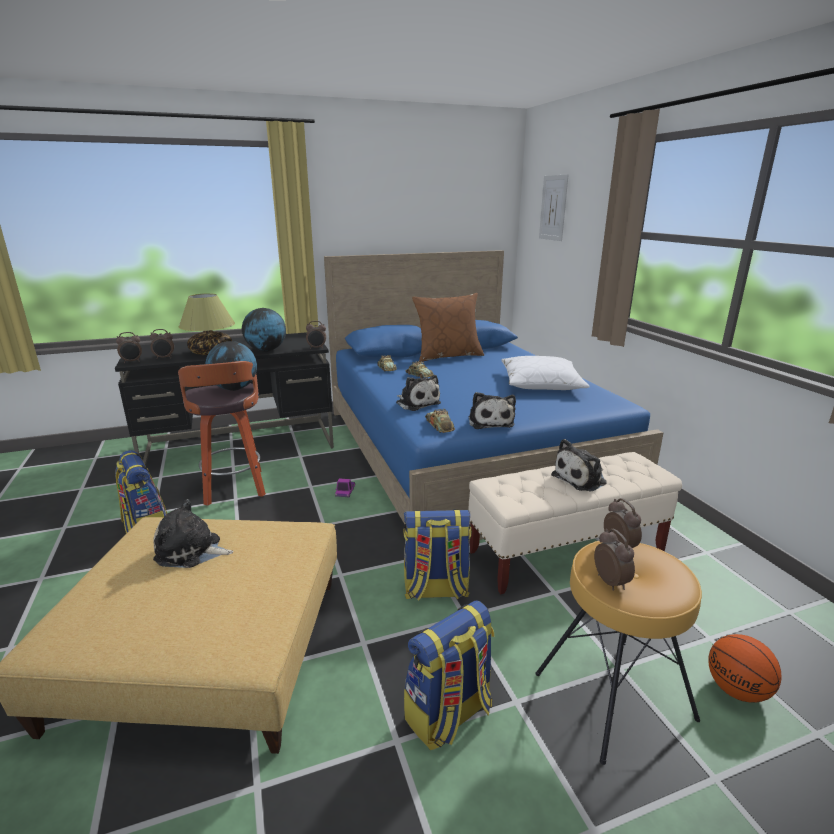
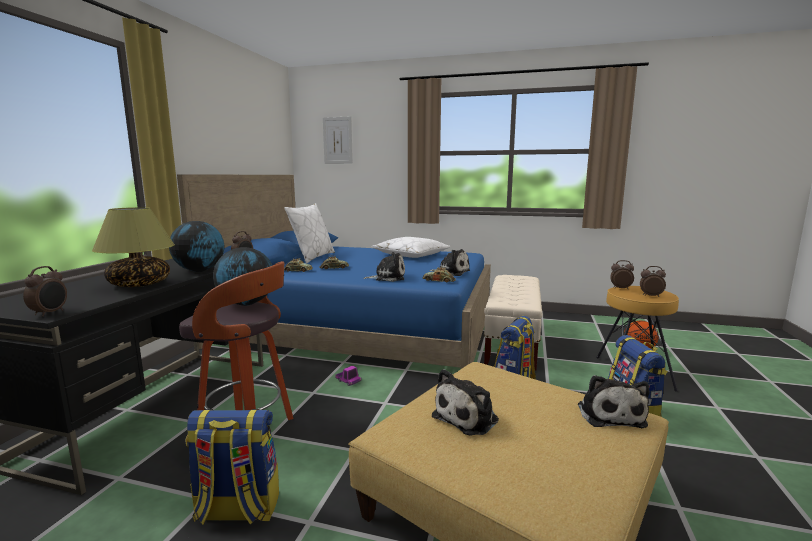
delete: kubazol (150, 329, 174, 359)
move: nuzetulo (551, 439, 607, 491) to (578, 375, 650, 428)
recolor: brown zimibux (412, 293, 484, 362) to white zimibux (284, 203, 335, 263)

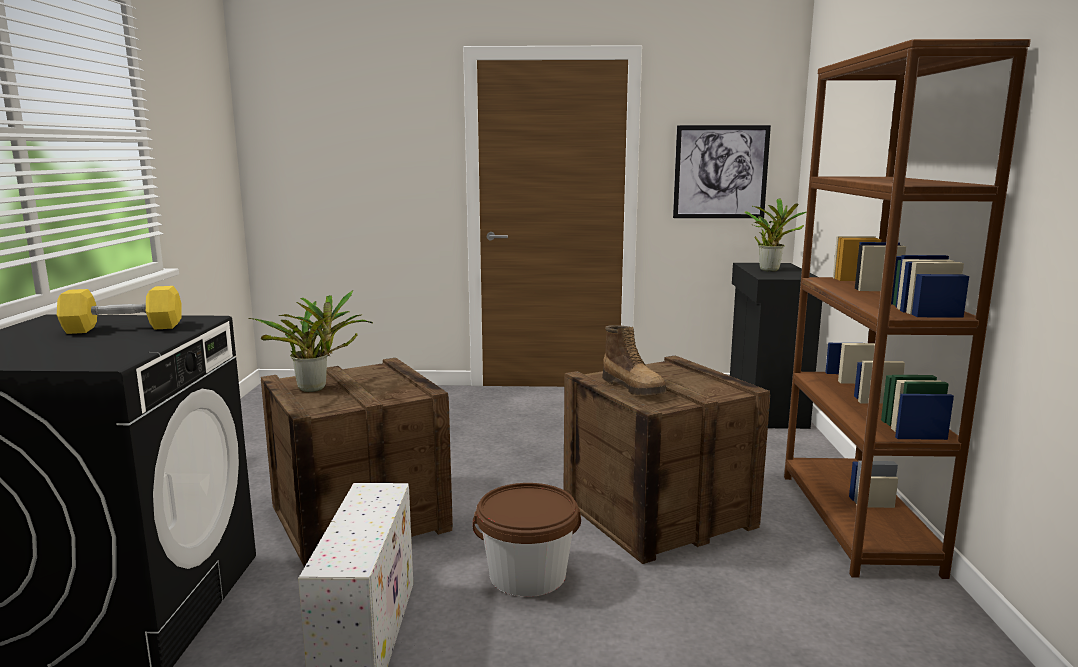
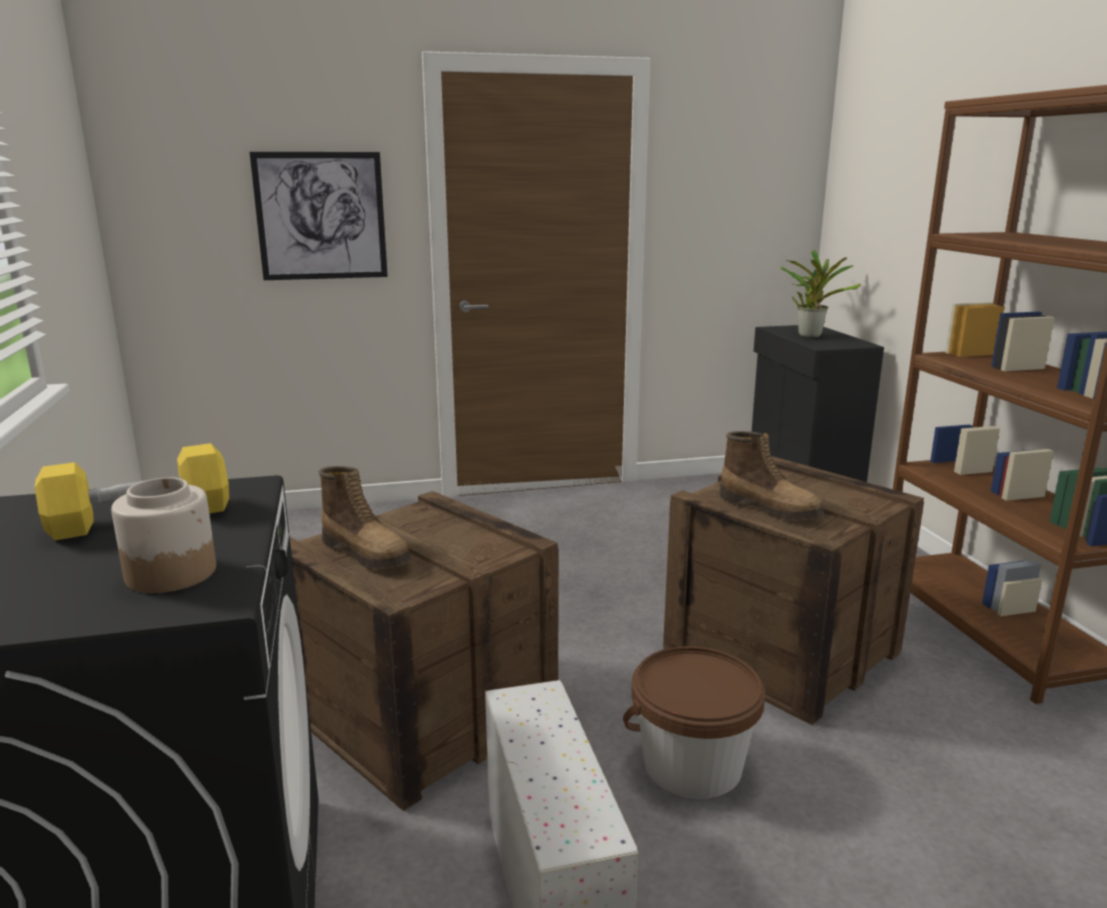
insert: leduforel (111, 478, 216, 593)
move: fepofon (673, 125, 771, 218) to (250, 152, 388, 280)
replace: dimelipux (249, 290, 373, 392) to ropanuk (319, 466, 411, 569)

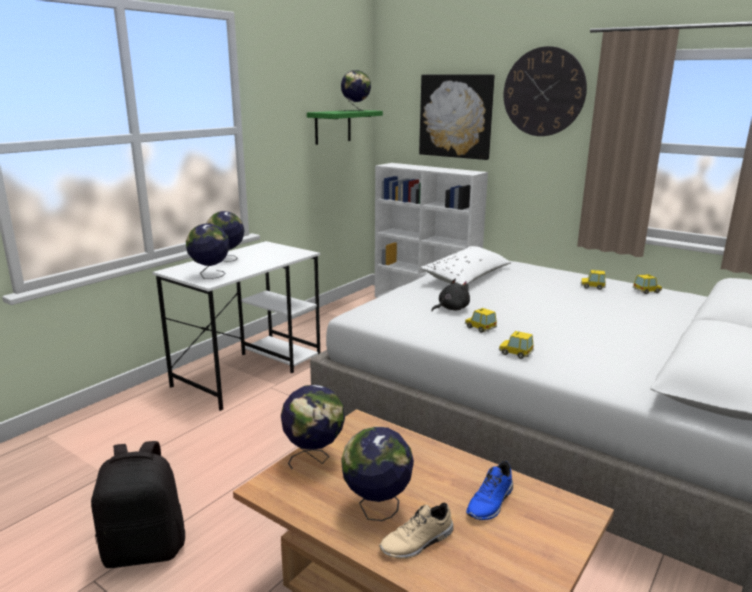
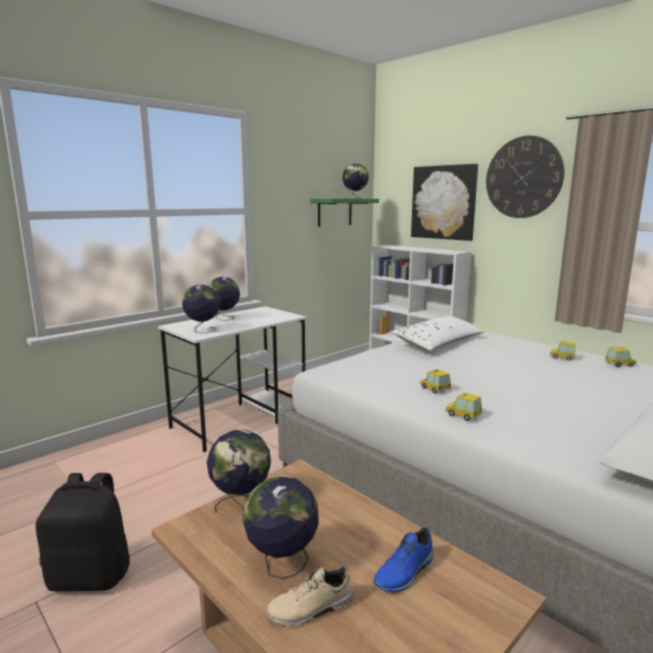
delete: black nuzetulo (432, 278, 470, 312)

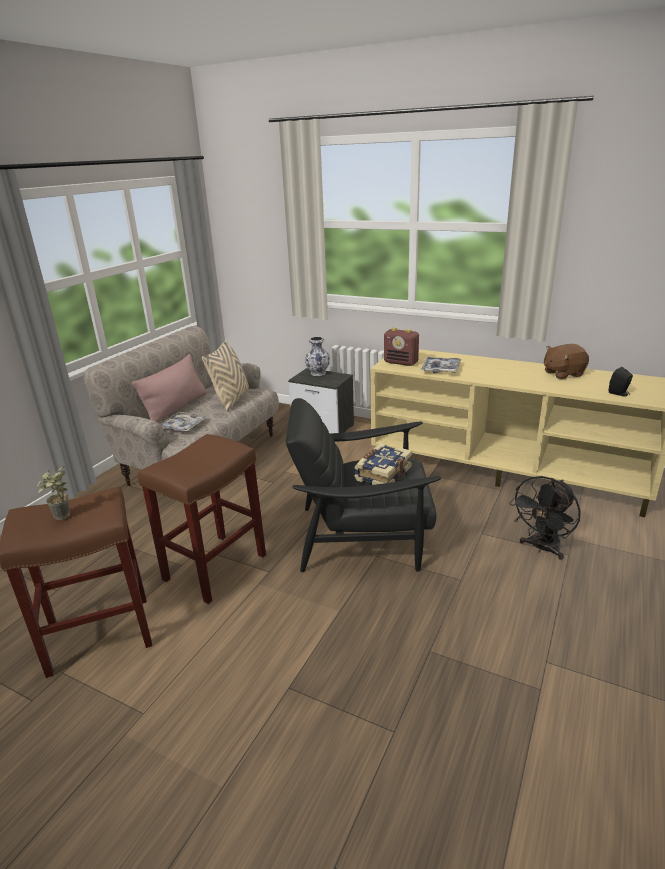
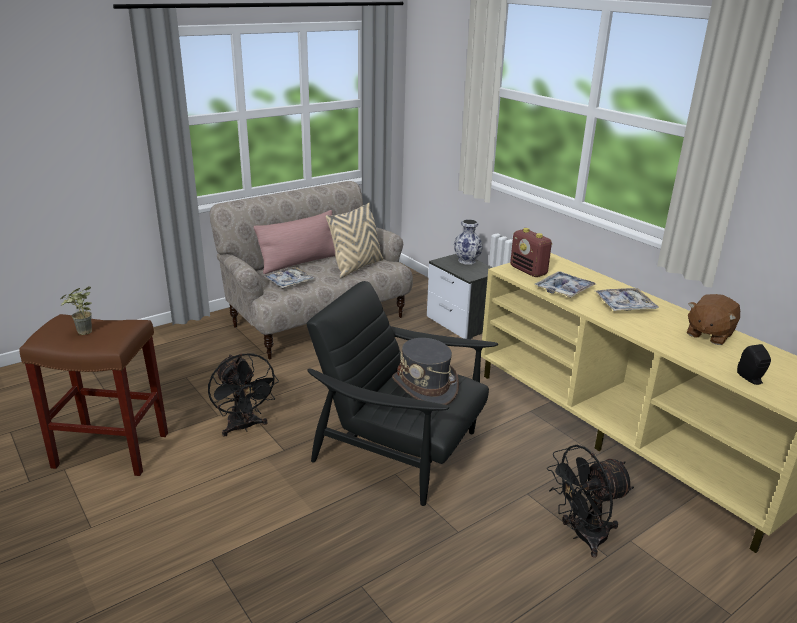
insert: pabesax (595, 288, 659, 311)
replace: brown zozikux (138, 434, 266, 604) to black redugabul (208, 353, 279, 436); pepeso (354, 443, 412, 485) to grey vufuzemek (392, 338, 459, 405)
rotate: brown nuzetulo (544, 344, 589, 379) = (687, 294, 740, 345) 60 degrees counterclockwise

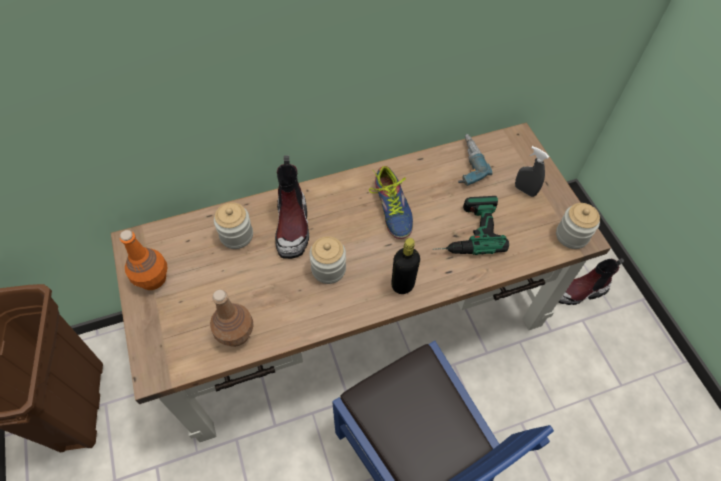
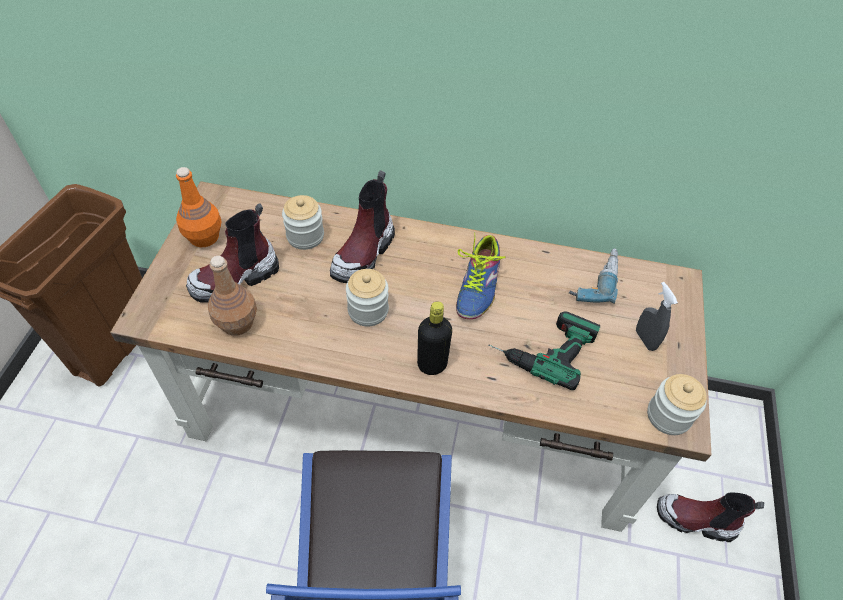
insert: ropanuk (186, 203, 279, 303)

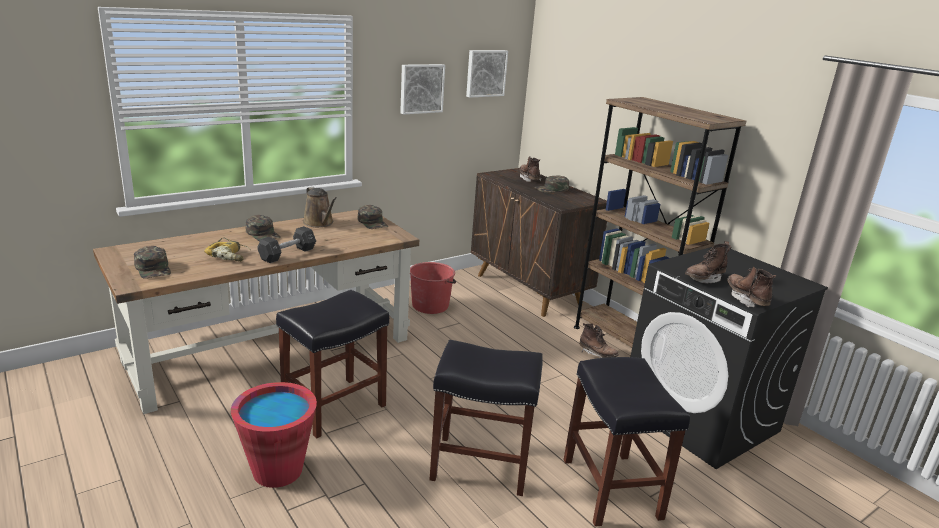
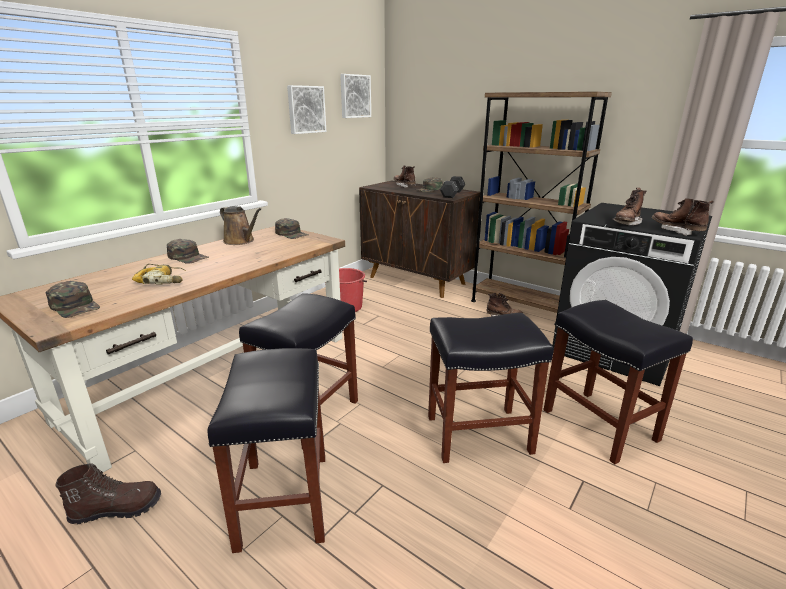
insert: brown ropanuk (56, 463, 161, 524)
move: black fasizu (257, 226, 316, 263) to (440, 176, 465, 198)
replace: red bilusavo (231, 382, 317, 488) to black zozikux (208, 348, 325, 553)

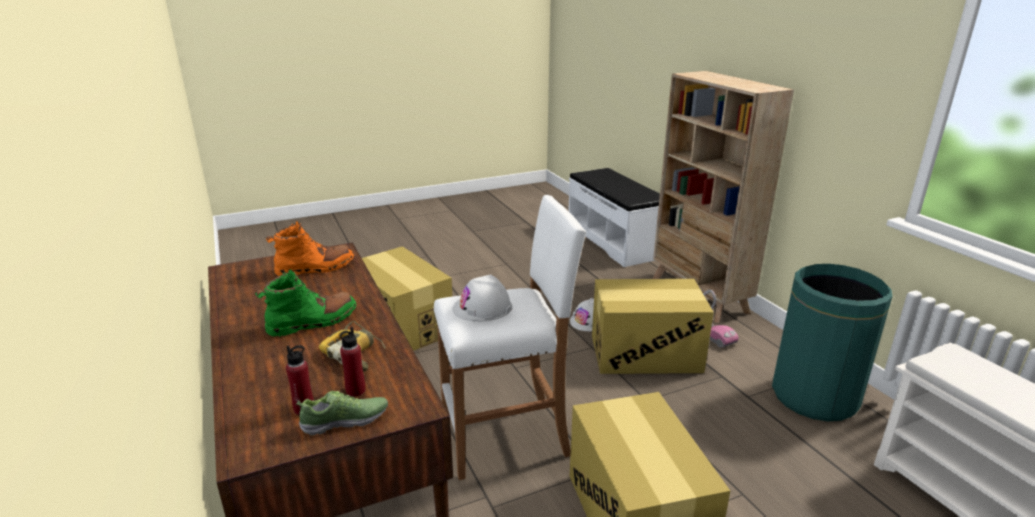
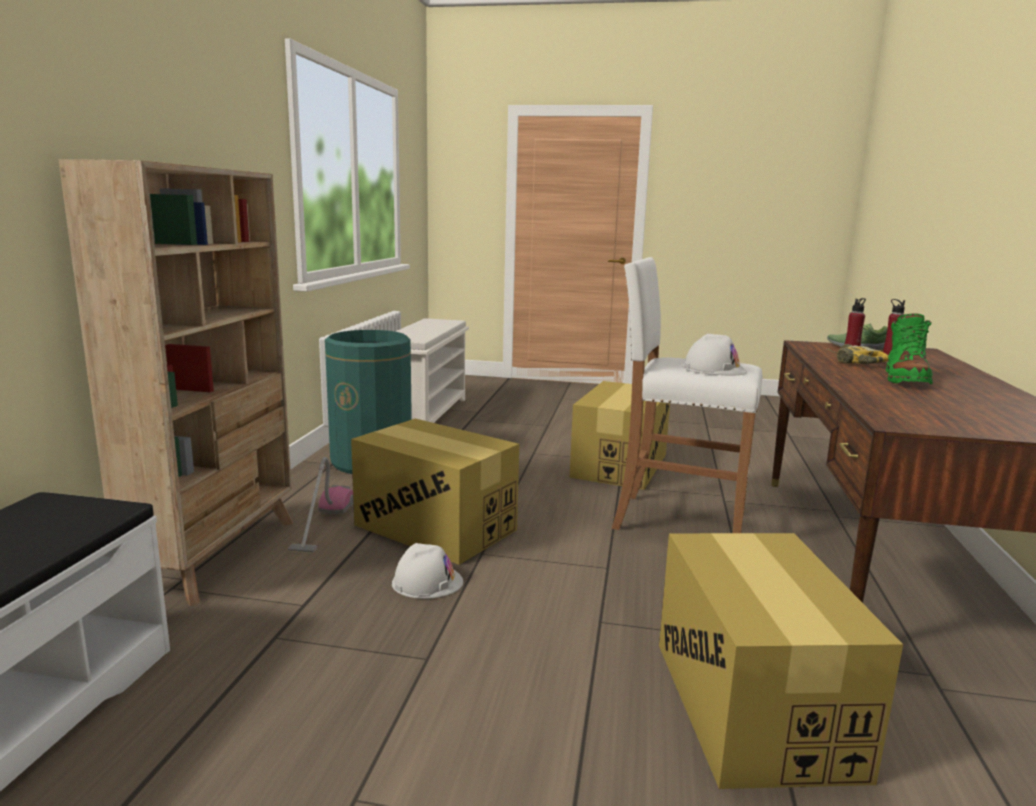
delete: orange ropanuk (266, 221, 354, 276)
rotate: green ropanuk (255, 269, 356, 337) = (886, 314, 933, 384) 75 degrees counterclockwise

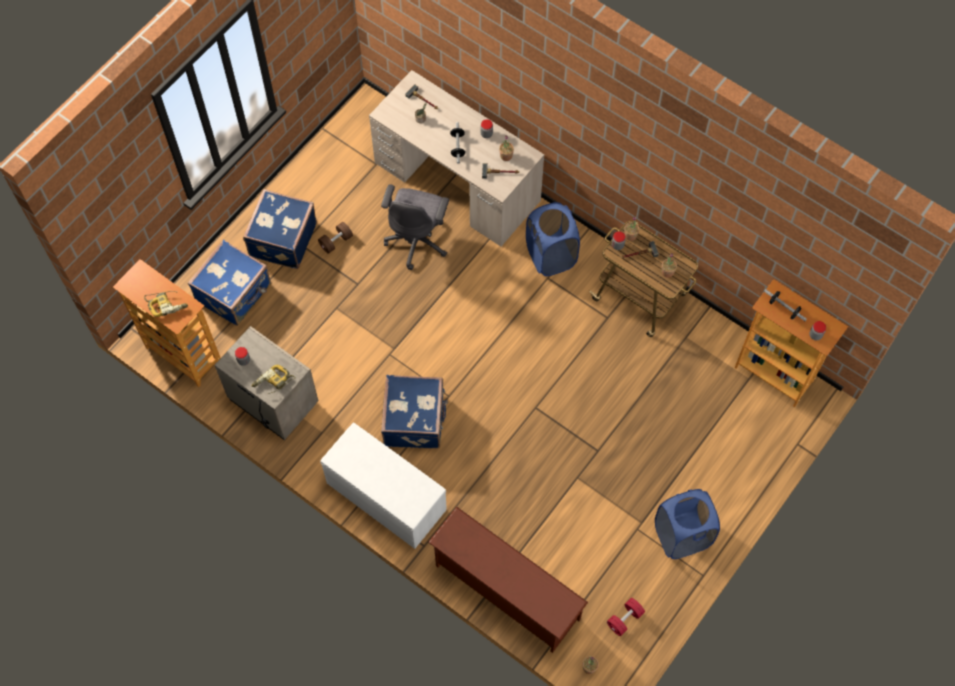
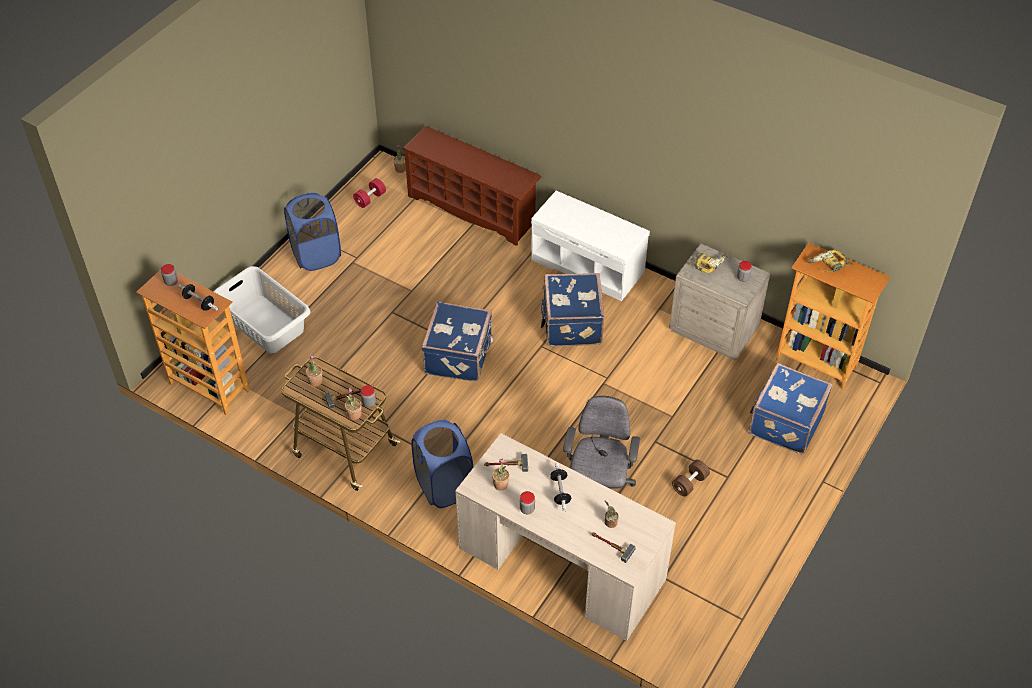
insert: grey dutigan (214, 266, 311, 354)
move: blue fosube (243, 189, 317, 269) to (422, 301, 494, 382)

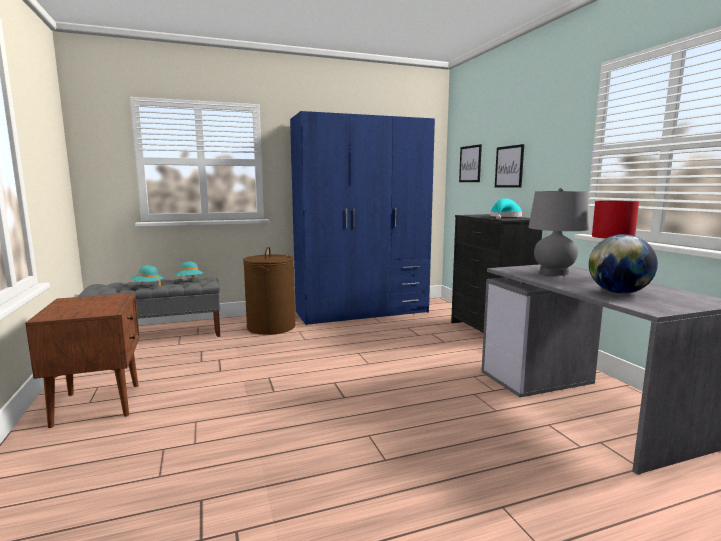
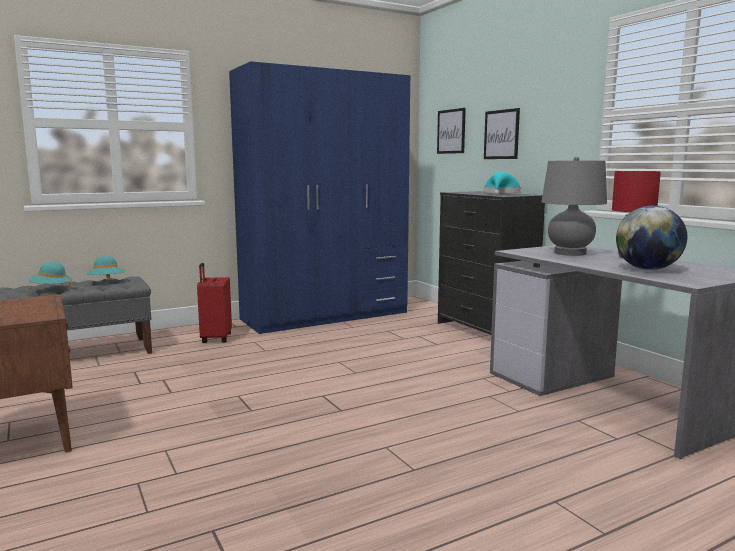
replace: brown dutigan (243, 247, 295, 335) to red fosube (197, 263, 232, 343)

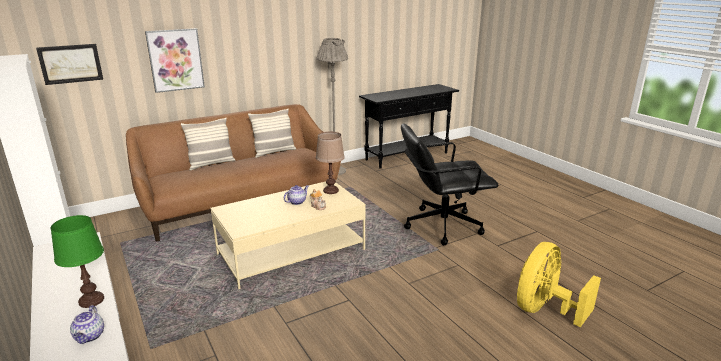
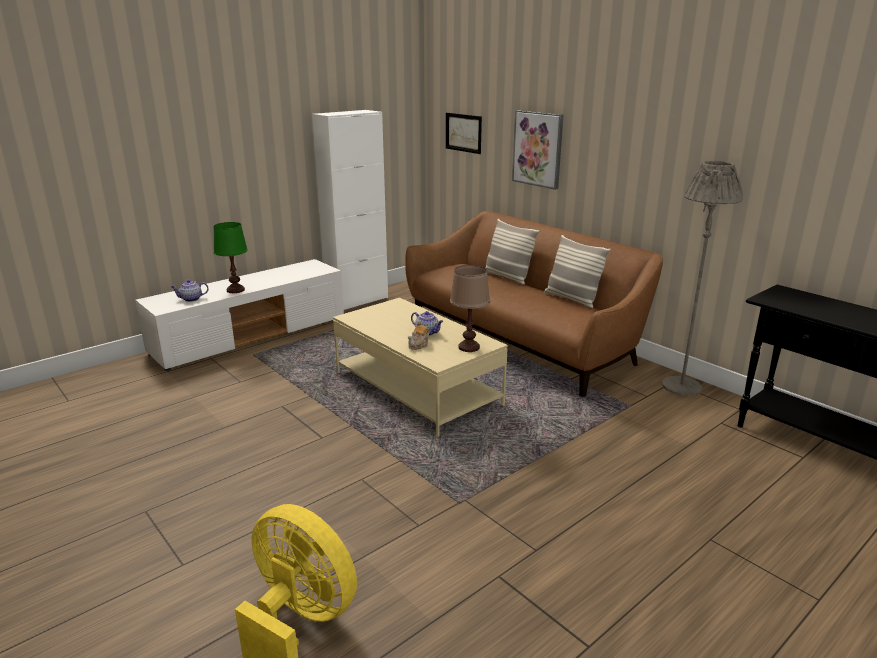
delete: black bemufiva (401, 123, 499, 245)

